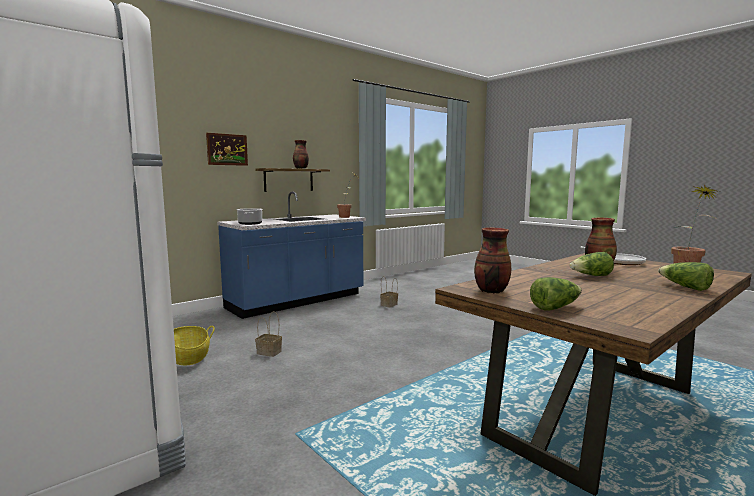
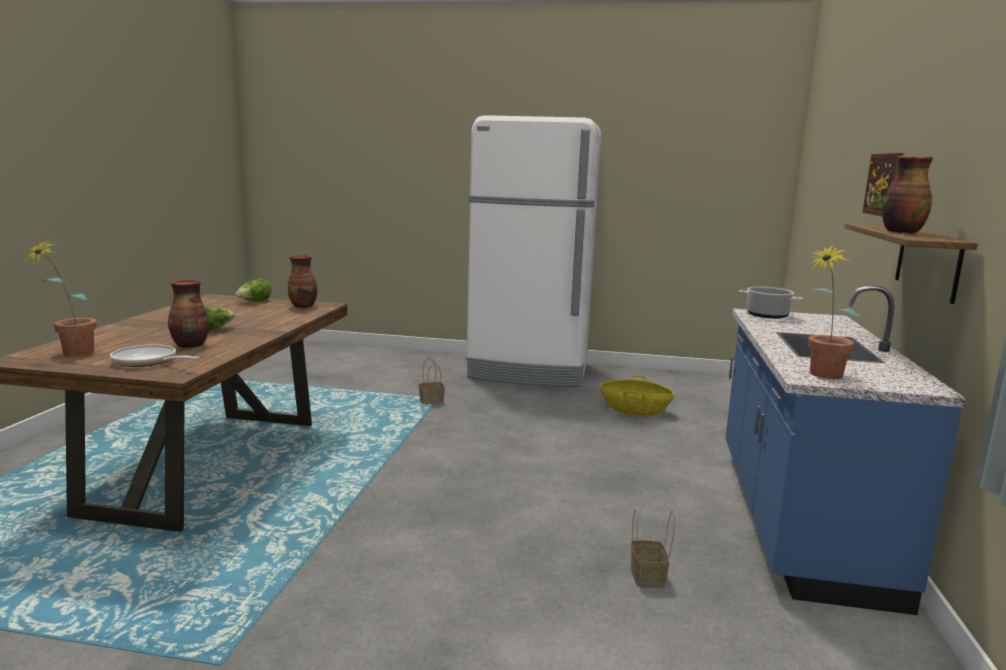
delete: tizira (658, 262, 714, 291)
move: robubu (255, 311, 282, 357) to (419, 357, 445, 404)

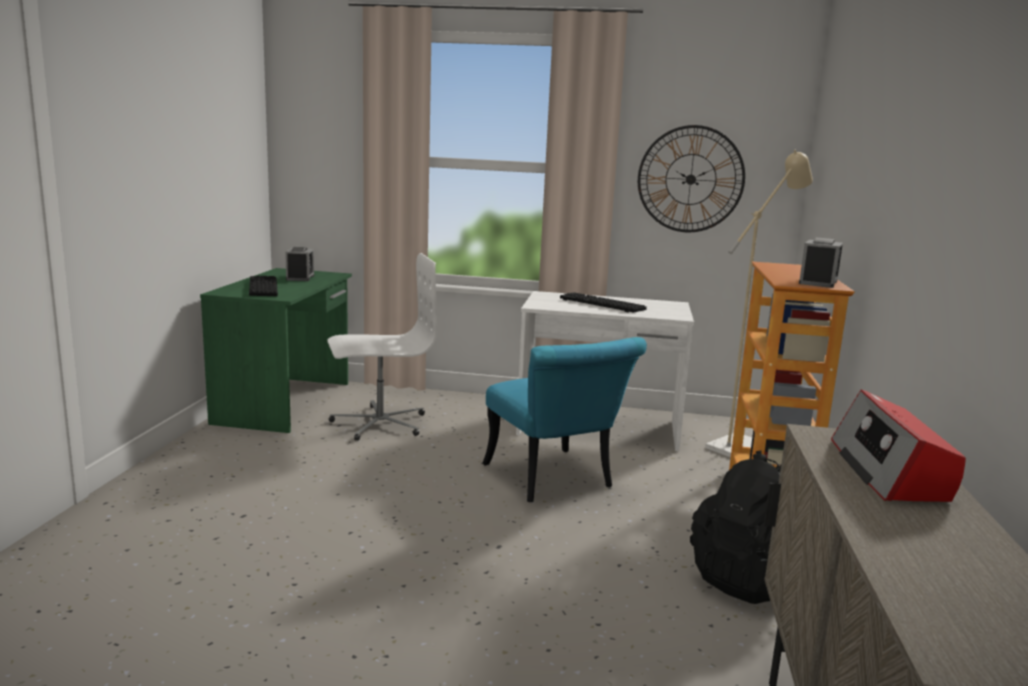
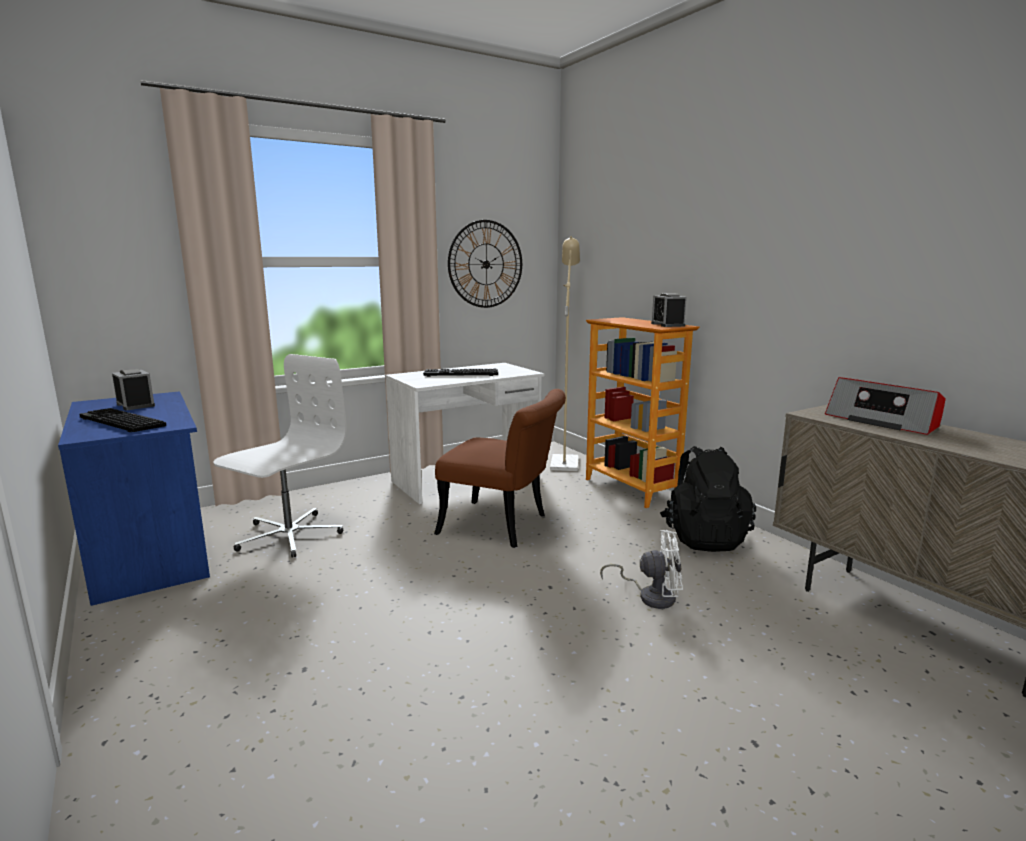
insert: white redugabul (600, 530, 683, 609)
recolor: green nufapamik (200, 268, 352, 433) to blue nufapamik (58, 391, 210, 606); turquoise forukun (482, 337, 647, 502) to brown forukun (434, 389, 566, 548)

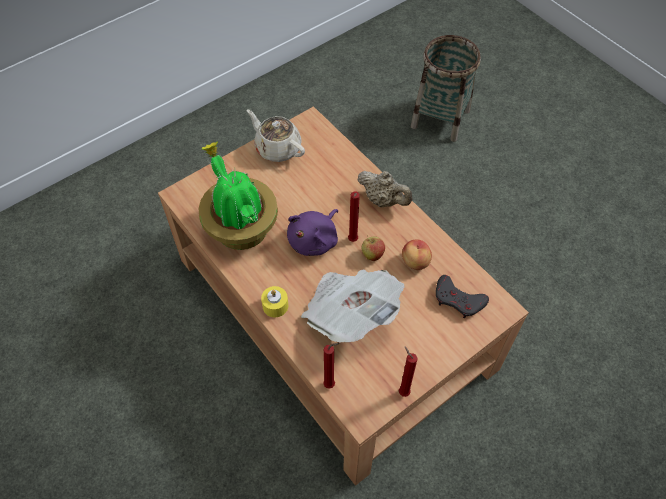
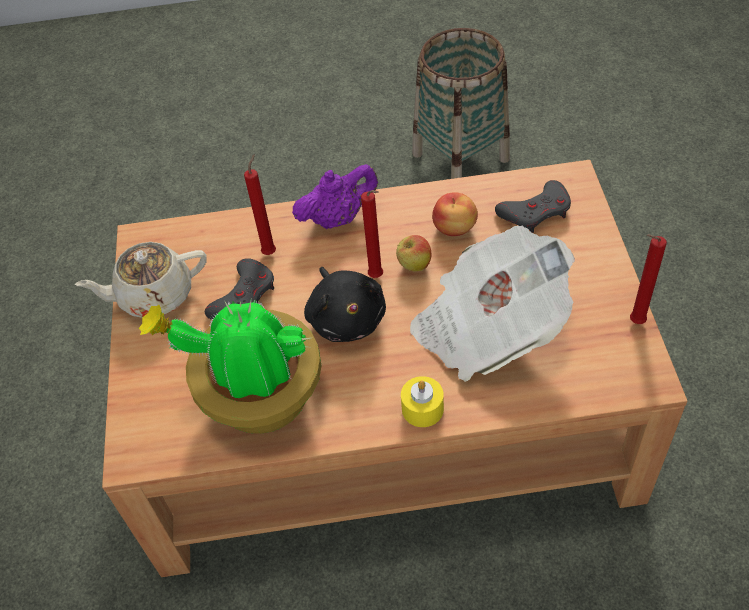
insert: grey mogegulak (205, 258, 274, 320)
move: robubu (411, 35, 481, 142) to (412, 28, 510, 179); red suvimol (323, 343, 340, 389) to (244, 154, 276, 255)
recolor: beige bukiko (357, 171, 412, 207) to purple bukiko (292, 164, 378, 229); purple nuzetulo (287, 209, 338, 256) to black nuzetulo (304, 267, 386, 342)

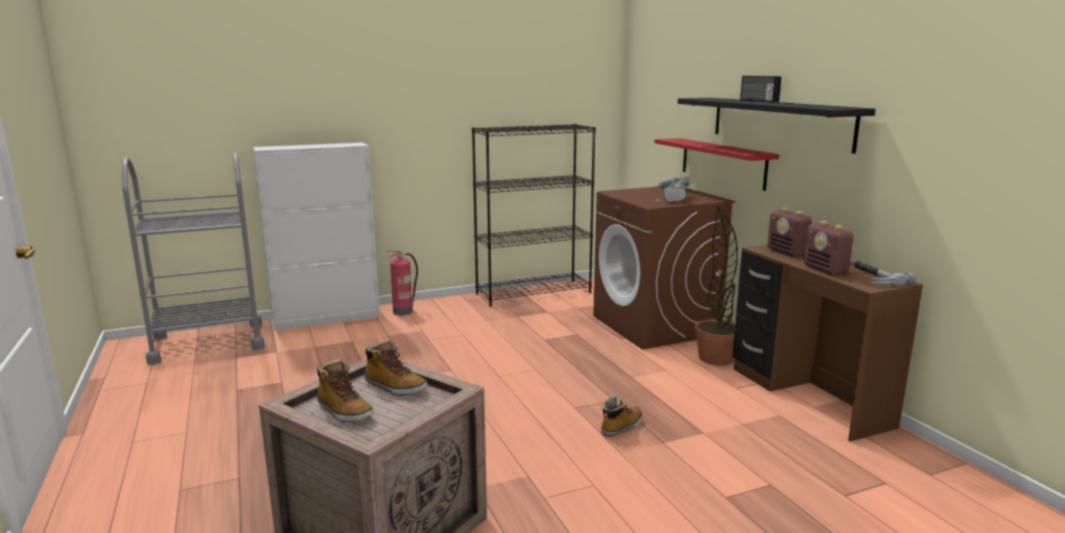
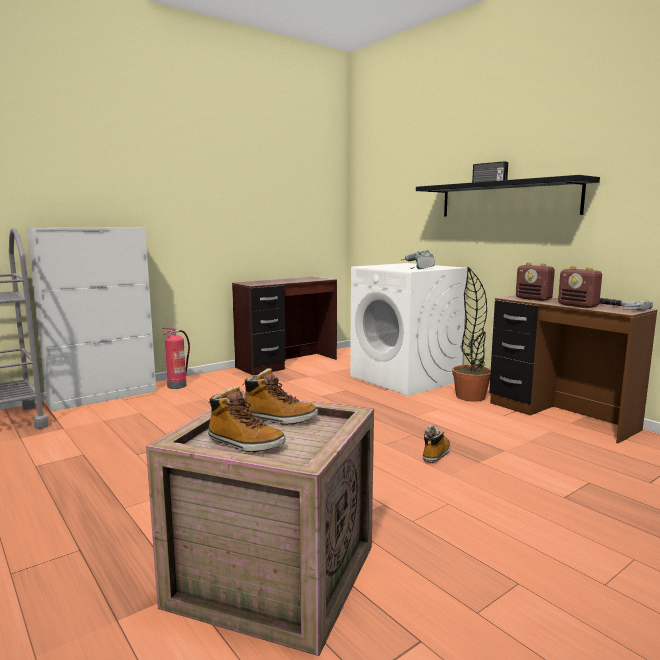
delete: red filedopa (654, 138, 779, 191)
replace: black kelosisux (472, 124, 596, 307) to brown nufapamik (232, 277, 337, 376)
recolor: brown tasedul (593, 187, 735, 350) to white tasedul (350, 263, 468, 396)

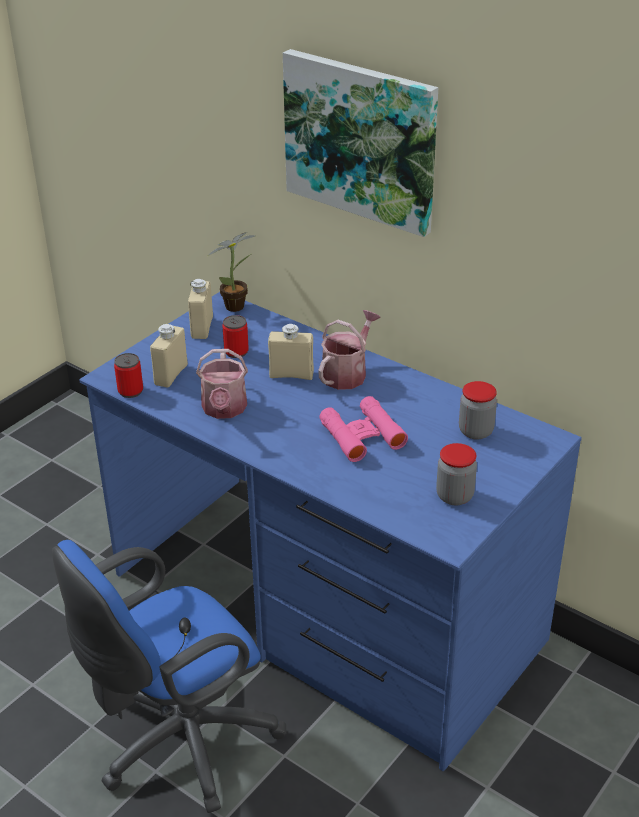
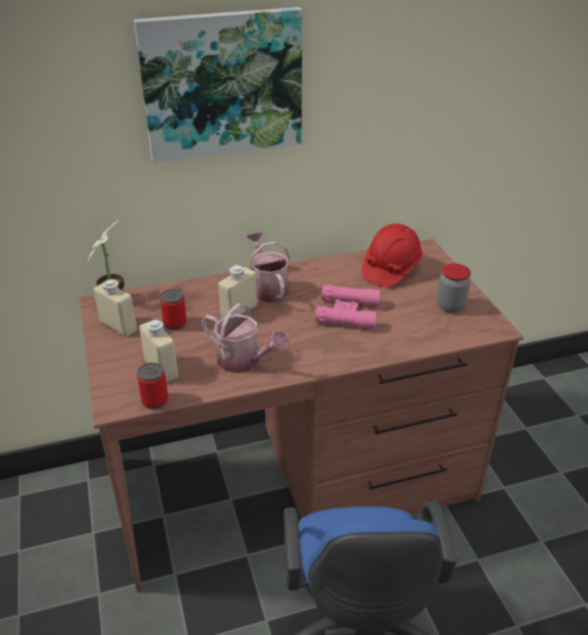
replace: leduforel (459, 381, 497, 439) to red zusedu (362, 224, 423, 287)
recolor: blue nufapamik (79, 292, 582, 771) to brown nufapamik (80, 239, 524, 592)

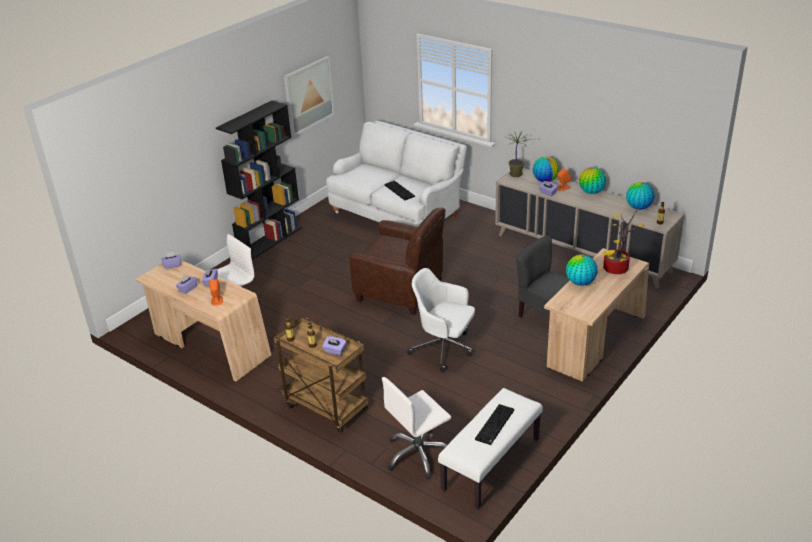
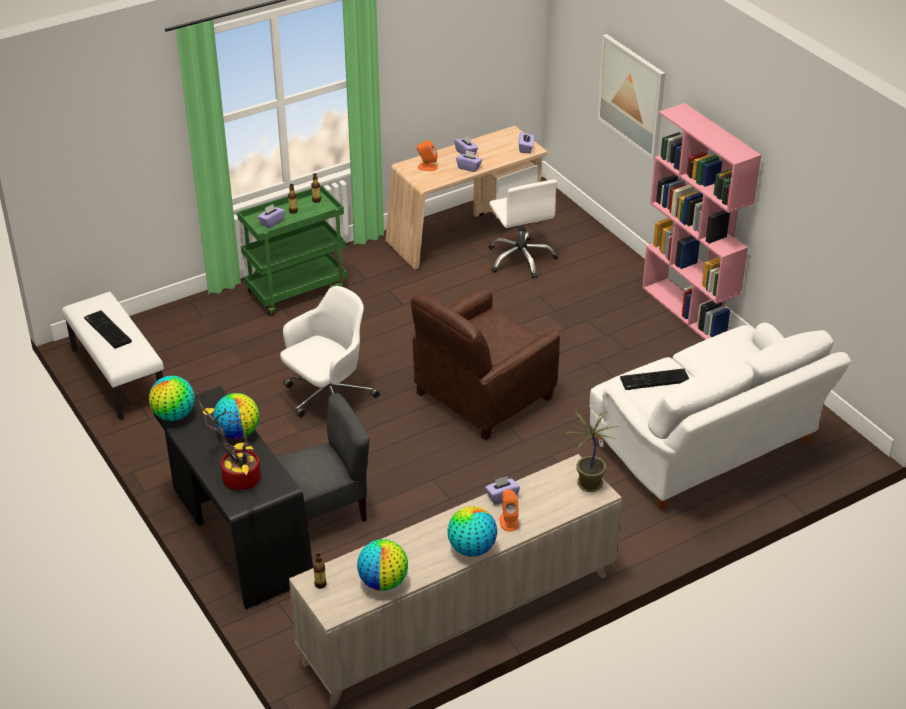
delete: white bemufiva (382, 377, 451, 479)
move: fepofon (284, 56, 335, 137) to (597, 34, 665, 160); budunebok (533, 157, 559, 182) to (149, 376, 195, 421)
recolor: black kelosisux (216, 101, 302, 260) to pink kelosisux (642, 103, 761, 340); beige nufapamik (544, 248, 649, 382) to black nufapamik (153, 386, 313, 609); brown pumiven (274, 317, 369, 433) to green pumiven (237, 185, 347, 316)

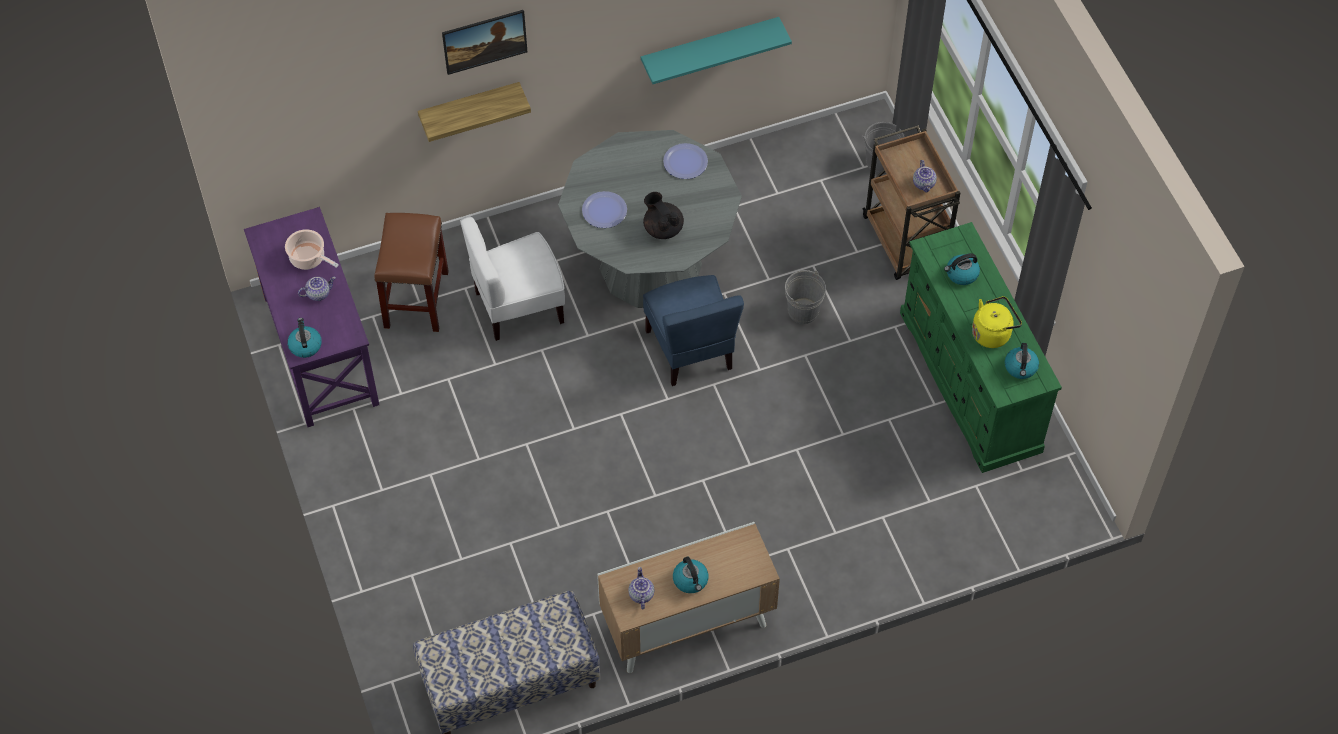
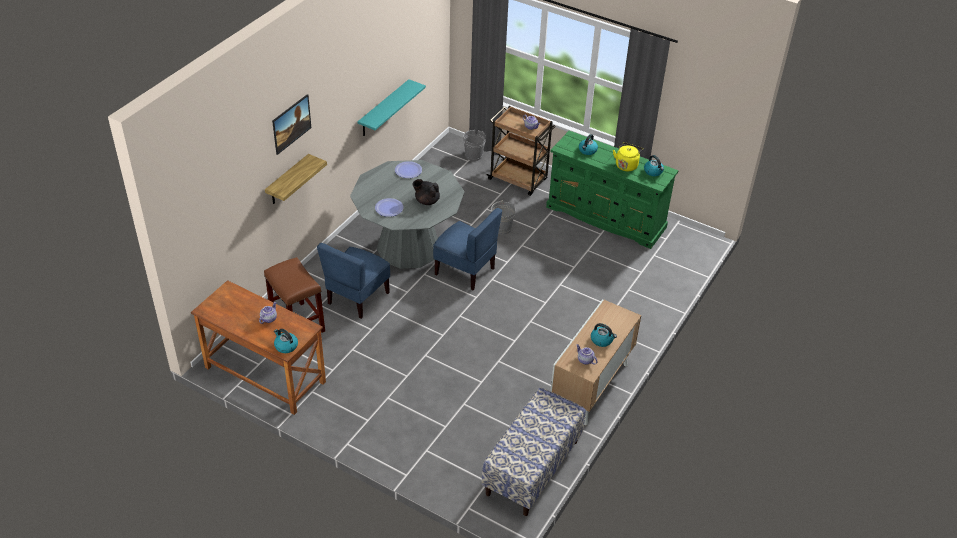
delete: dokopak (285, 229, 339, 270)
recolor: purple nufapamik (244, 207, 379, 427) to brown nufapamik (191, 280, 326, 415); white forukun (460, 216, 565, 341) to blue forukun (317, 243, 390, 319)

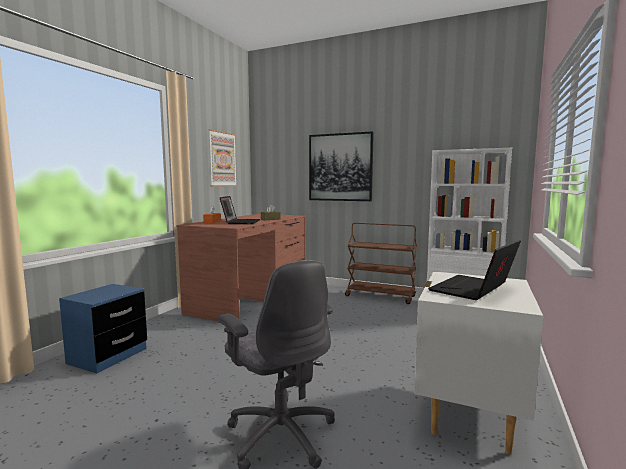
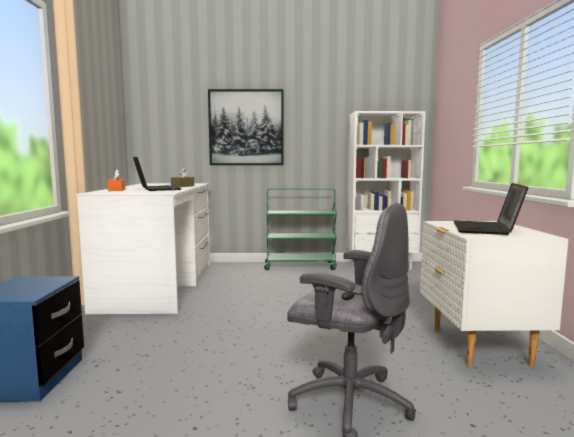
delete: fepofon (208, 129, 237, 186)
recolor: brown nufapamik (176, 214, 306, 321) to white nufapamik (76, 183, 210, 314); brown pumiven (345, 223, 417, 304) to green pumiven (264, 188, 337, 270)

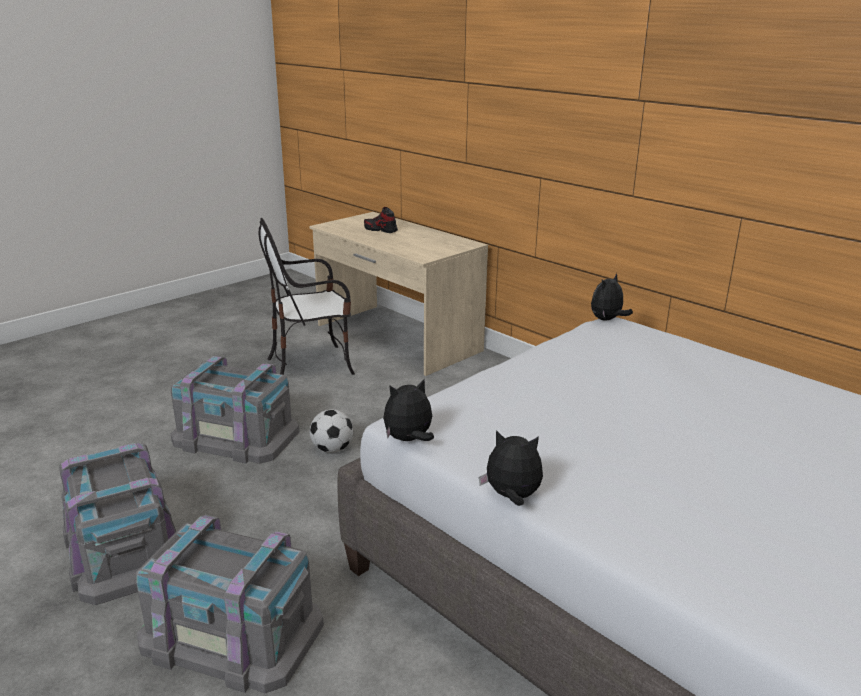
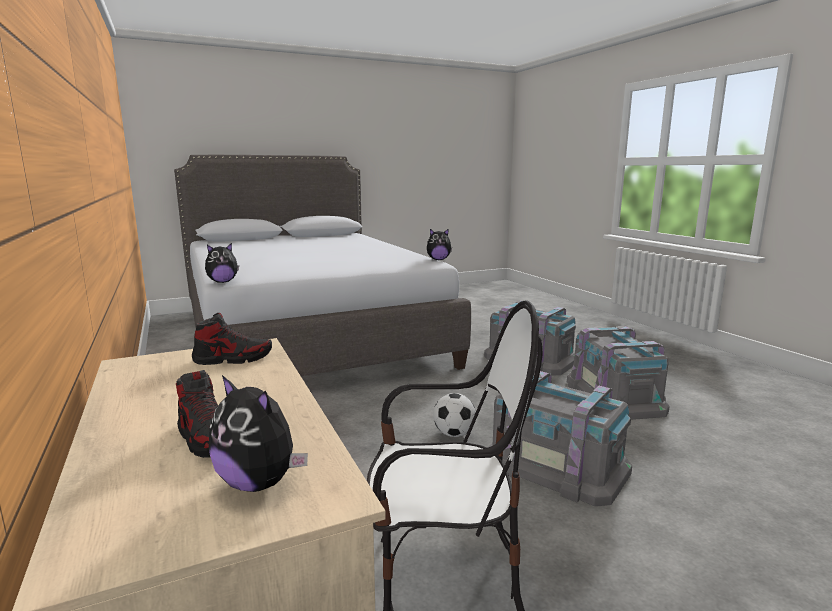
insert: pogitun (192, 313, 272, 365)
move: nuzetulo (479, 430, 543, 506) to (209, 375, 308, 492)

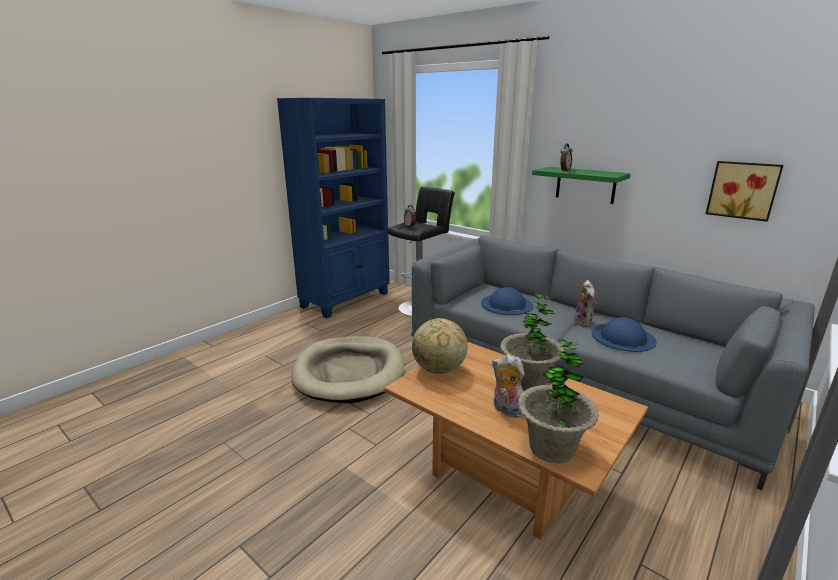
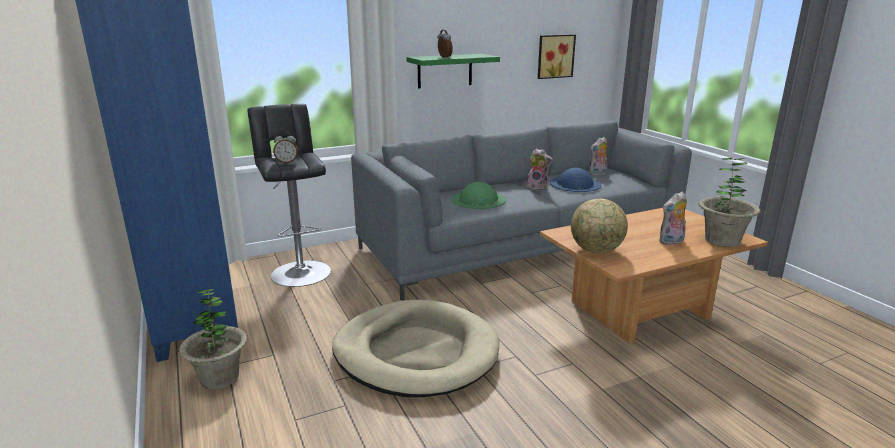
insert: nuzetulo (589, 137, 607, 176)
move: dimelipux (500, 294, 564, 391) to (179, 289, 247, 389)
recolor: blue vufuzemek (481, 287, 534, 315) to green vufuzemek (451, 182, 506, 209)

